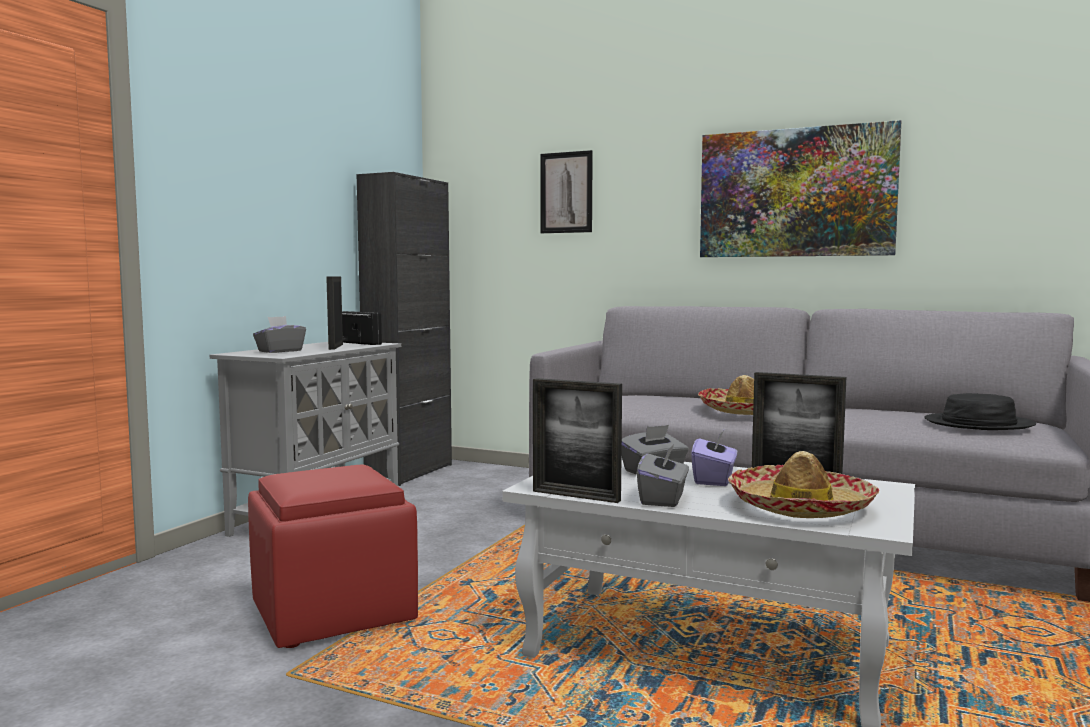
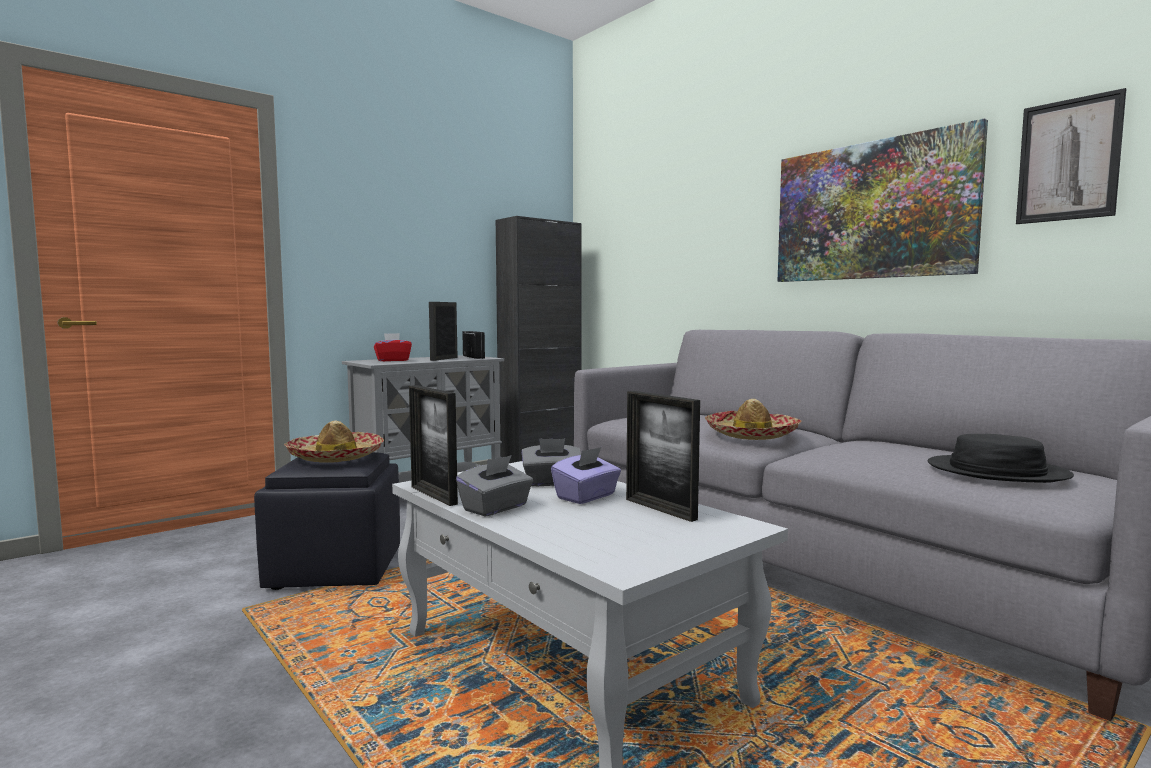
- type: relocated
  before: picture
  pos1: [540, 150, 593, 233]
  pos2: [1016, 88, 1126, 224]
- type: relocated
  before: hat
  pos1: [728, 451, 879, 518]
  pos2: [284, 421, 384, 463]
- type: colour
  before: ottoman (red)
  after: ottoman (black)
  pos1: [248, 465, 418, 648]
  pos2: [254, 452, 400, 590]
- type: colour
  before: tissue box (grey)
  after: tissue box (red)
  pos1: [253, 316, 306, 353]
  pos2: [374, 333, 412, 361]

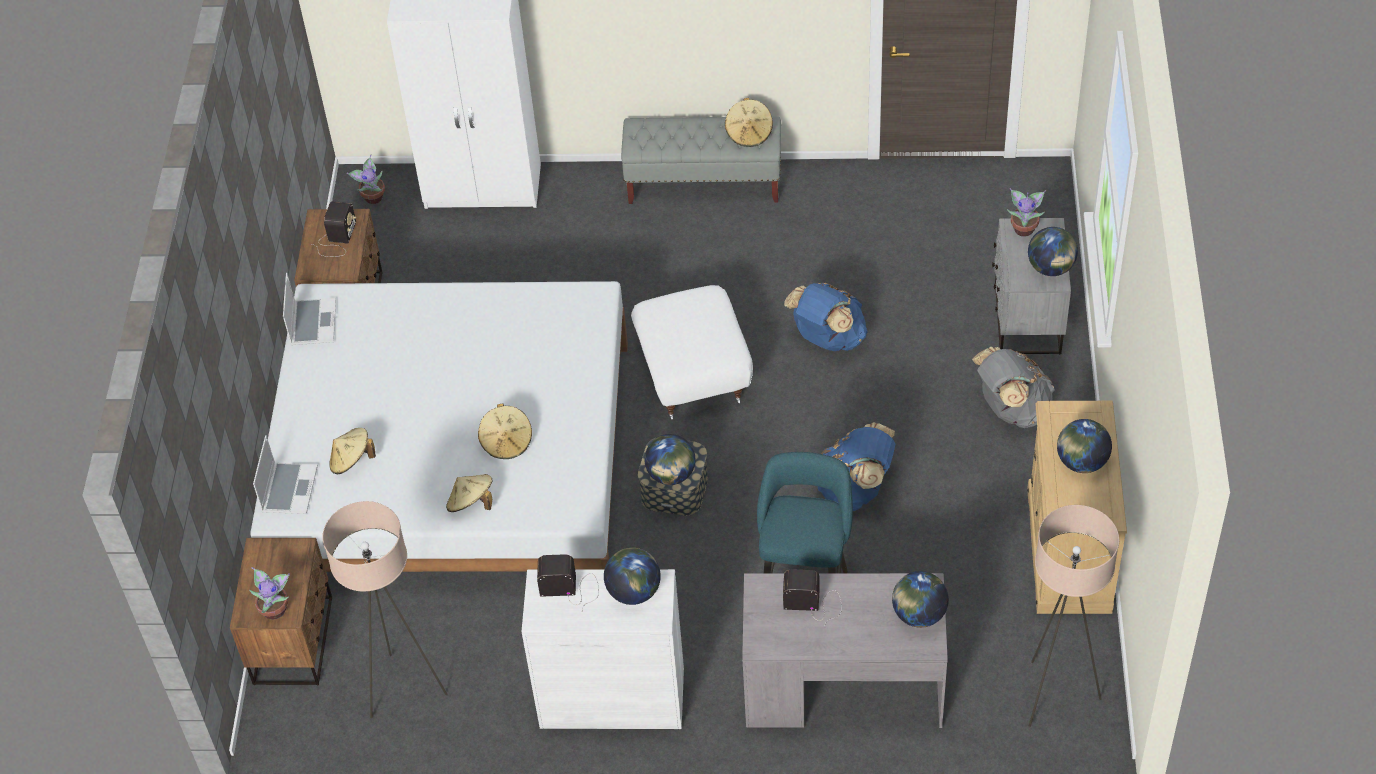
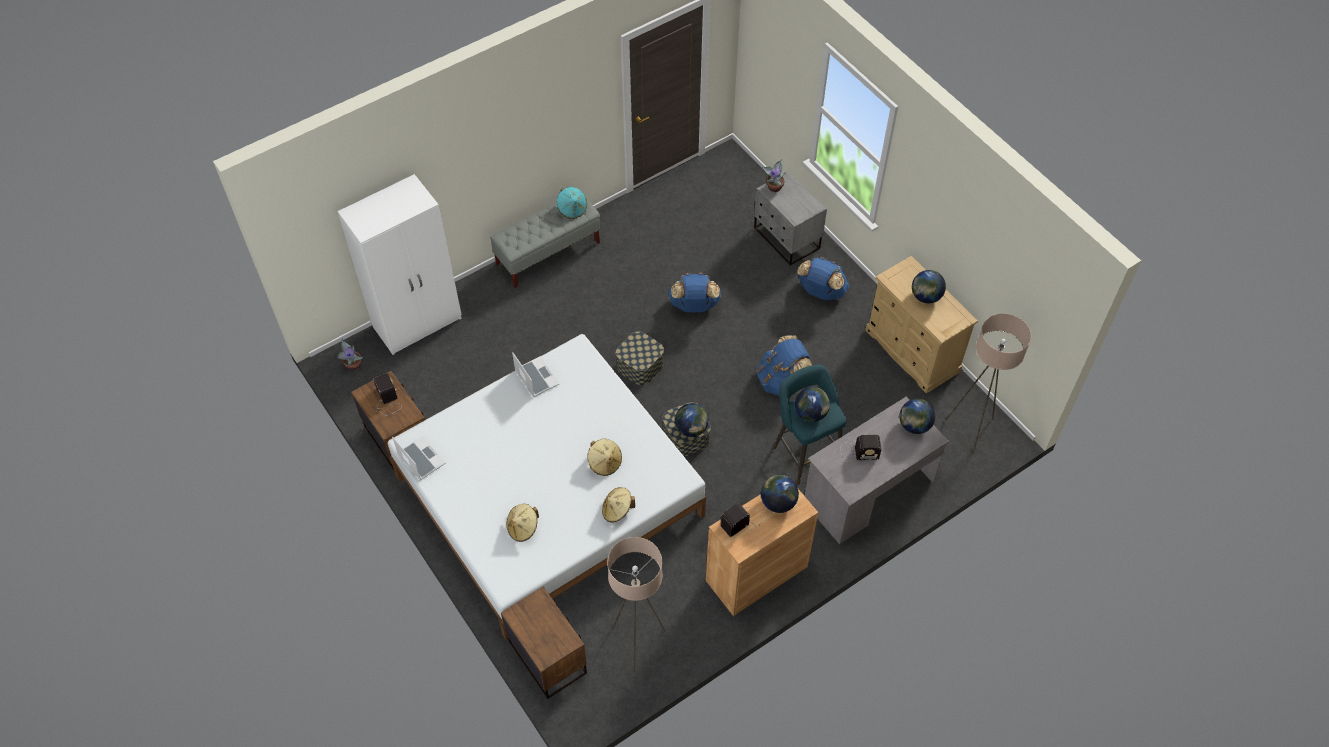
- type: missing
  before: potted plant
  pos1: [249, 567, 290, 620]
- type: relocated
  before: laptop
  pos1: [253, 435, 318, 514]
  pos2: [512, 352, 559, 397]
- type: relocated
  before: globe
  pos1: [1028, 227, 1078, 276]
  pos2: [795, 387, 830, 422]
- type: exchanged
  before: ottoman (white)
  after: storage box
  pos1: [631, 285, 753, 419]
  pos2: [616, 331, 664, 385]
- type: colour
  before: cabinet (white)
  after: cabinet (brown)
  pos1: [521, 569, 684, 729]
  pos2: [706, 489, 818, 616]
- type: colour
  before: hat (beige)
  after: hat (turquoise)
  pos1: [725, 98, 773, 147]
  pos2: [557, 187, 587, 219]
- type: colour
  before: backpack (grey)
  after: backpack (blue)
  pos1: [972, 347, 1055, 428]
  pos2: [797, 257, 849, 300]
- type: spun
  before: radio
  pos1: [783, 569, 842, 628]
  pos2: [840, 434, 881, 461]
  turn: -150

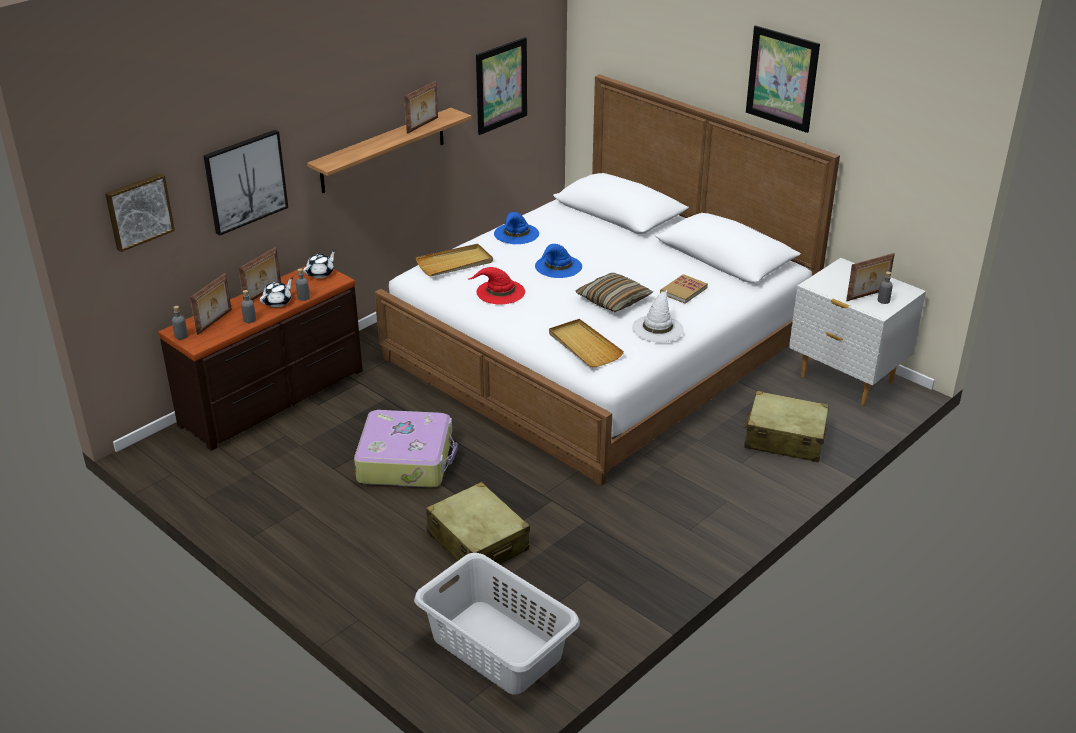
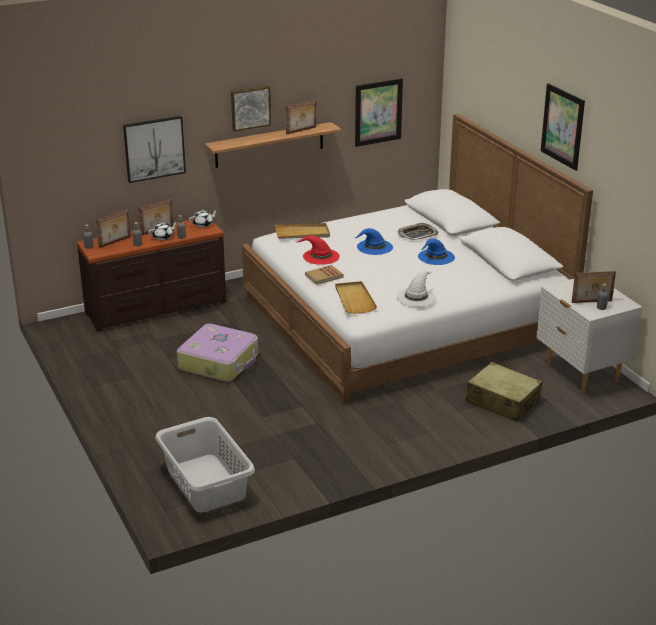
- type: missing
  before: suitcase (beige)
  pos1: [426, 482, 530, 564]
- type: missing
  before: pillow
  pos1: [575, 273, 653, 312]
- type: appeared
  after: tray
  pos2: [398, 222, 438, 241]
- type: relocated
  before: picture
  pos1: [105, 173, 175, 252]
  pos2: [231, 86, 271, 131]
- type: relocated
  before: hat (blue)
  pos1: [494, 212, 539, 244]
  pos2: [418, 238, 455, 265]
- type: relocated
  before: book
  pos1: [660, 274, 708, 304]
  pos2: [305, 265, 343, 285]

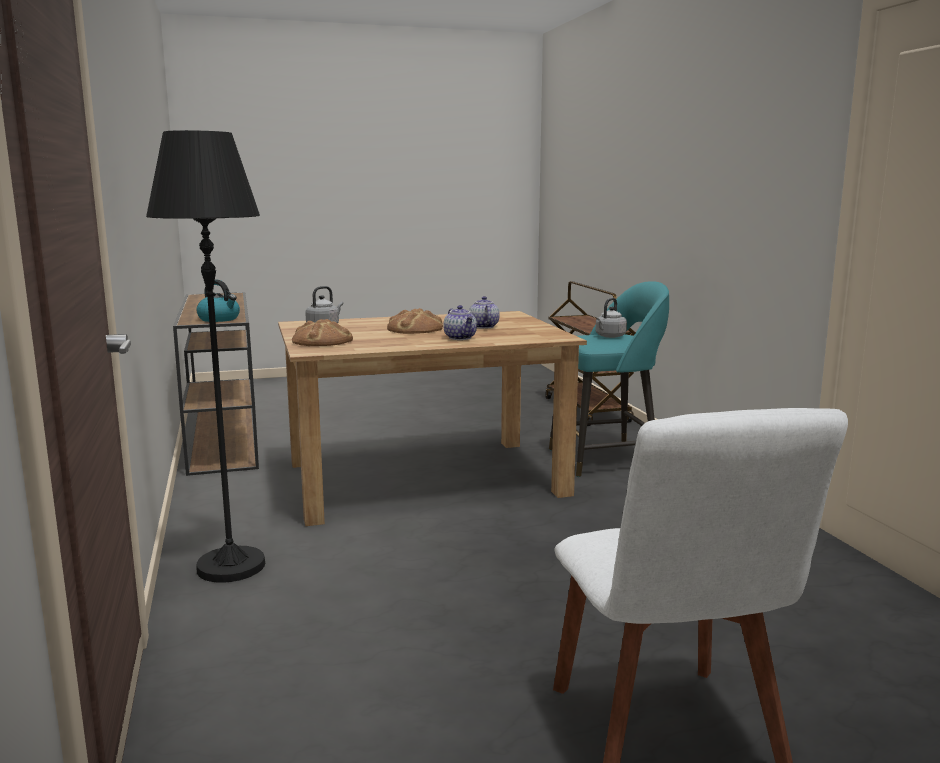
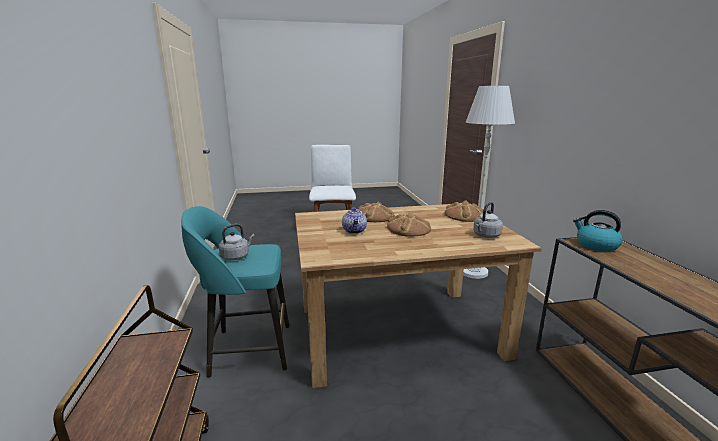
- type: exchanged
  before: teapot
  after: bread
  pos1: [443, 305, 477, 340]
  pos2: [358, 202, 395, 222]
- type: colour
  before: floor lamp (black)
  after: floor lamp (white)
  pos1: [146, 130, 265, 583]
  pos2: [463, 86, 515, 279]

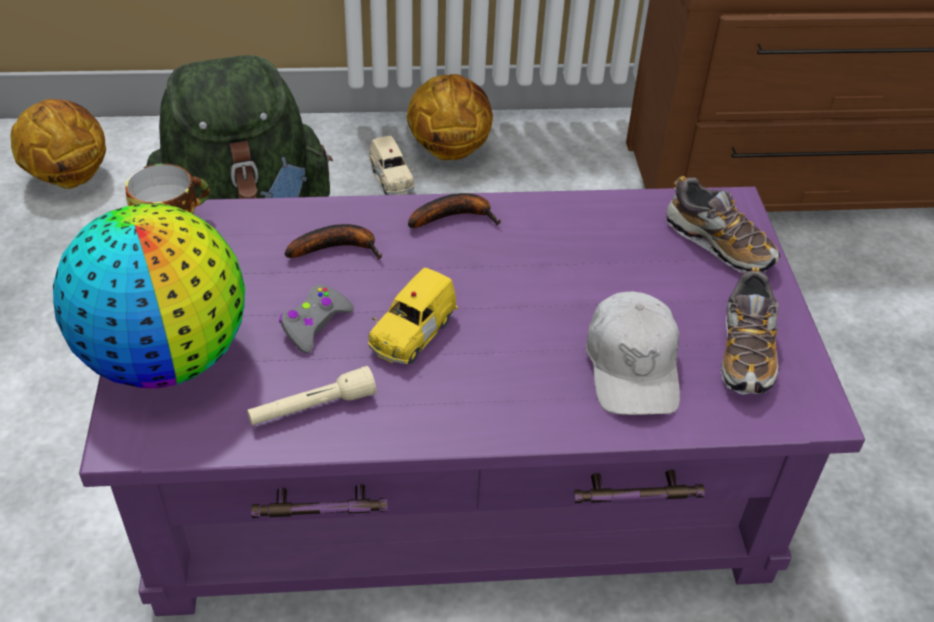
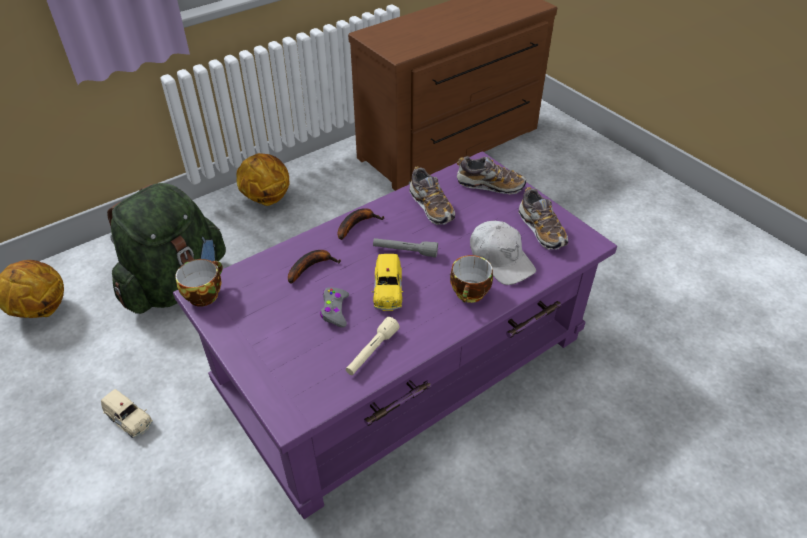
- type: missing
  before: globe
  pos1: [53, 204, 245, 388]
- type: appeared
  after: flashlight (grey)
  pos2: [373, 238, 438, 257]
- type: appeared
  after: shoe
  pos2: [409, 166, 455, 225]
- type: appeared
  after: cup
  pos2: [450, 255, 493, 303]
- type: relocated
  before: toy car (beige)
  pos1: [368, 136, 415, 195]
  pos2: [101, 389, 153, 438]

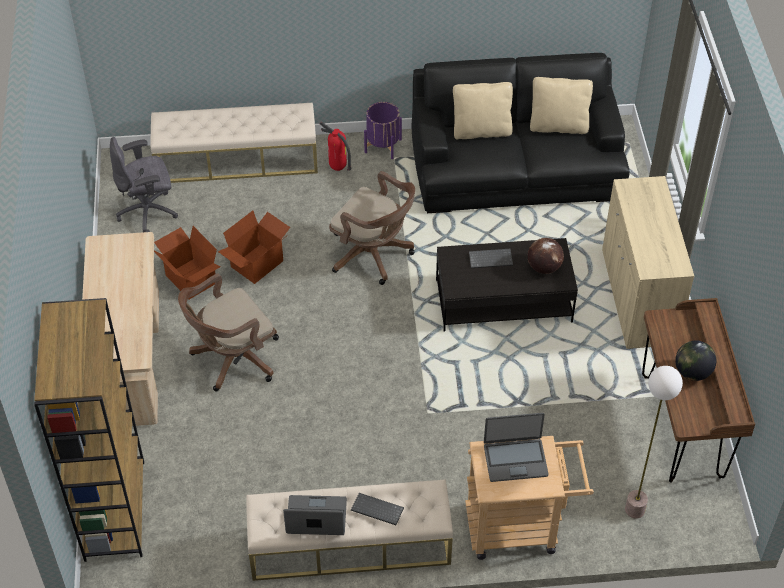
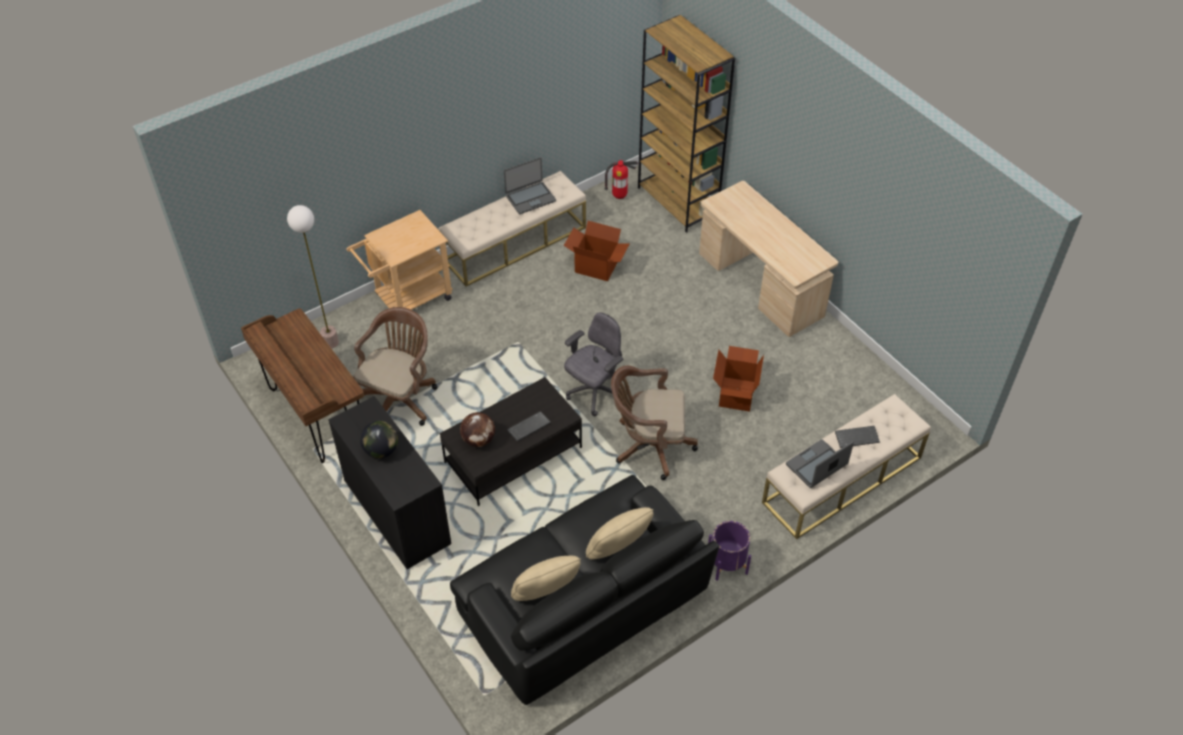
- type: relocated
  before: office chair (grey)
  pos1: [110, 137, 178, 232]
  pos2: [564, 312, 623, 416]
- type: relocated
  before: cardboard box
  pos1: [154, 226, 221, 299]
  pos2: [564, 221, 630, 281]
- type: relocated
  before: office chair (brown)
  pos1: [178, 273, 279, 391]
  pos2: [353, 307, 437, 426]
- type: relocated
  before: fire extinguisher
  pos1: [319, 121, 352, 171]
  pos2: [605, 160, 638, 199]
- type: relocated
  before: keyboard
  pos1: [351, 493, 404, 525]
  pos2: [835, 426, 880, 448]
- type: relocated
  before: laptop
  pos1: [484, 413, 549, 482]
  pos2: [786, 439, 854, 488]
- type: relocated
  before: globe
  pos1: [675, 340, 716, 381]
  pos2: [360, 421, 398, 458]
- type: colour
  before: cabinet (beige)
  after: cabinet (black)
  pos1: [602, 176, 694, 349]
  pos2: [328, 396, 451, 570]

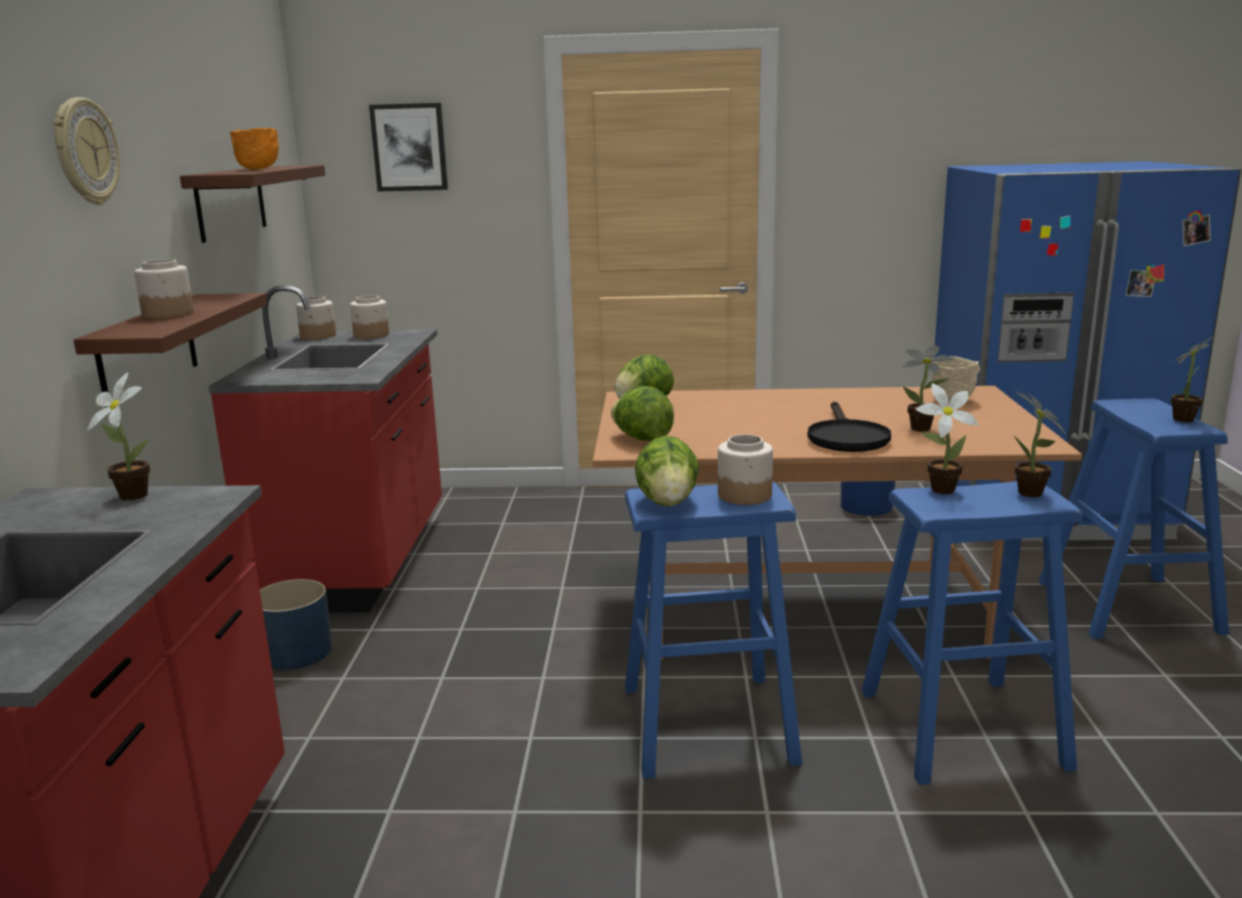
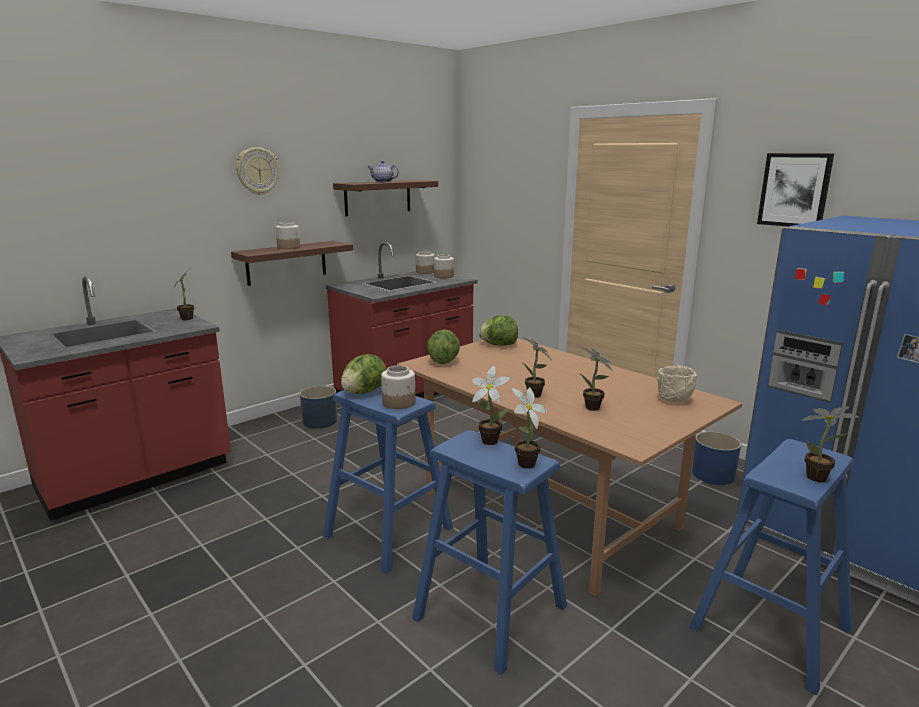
- type: relocated
  before: picture
  pos1: [369, 103, 448, 191]
  pos2: [757, 153, 834, 227]
- type: exchanged
  before: bowl (orange)
  after: teapot
  pos1: [230, 128, 279, 170]
  pos2: [367, 161, 399, 182]
- type: exchanged
  before: frying pan (black)
  after: potted plant
  pos1: [807, 402, 891, 452]
  pos2: [522, 337, 551, 398]

